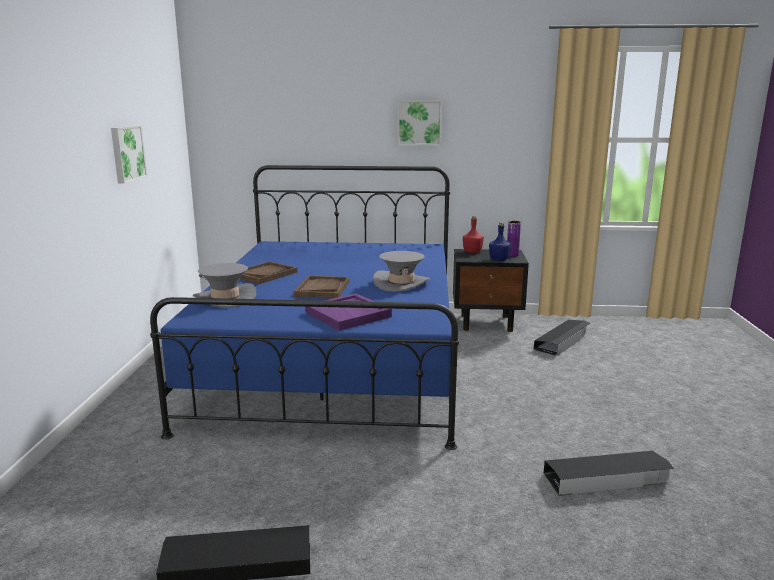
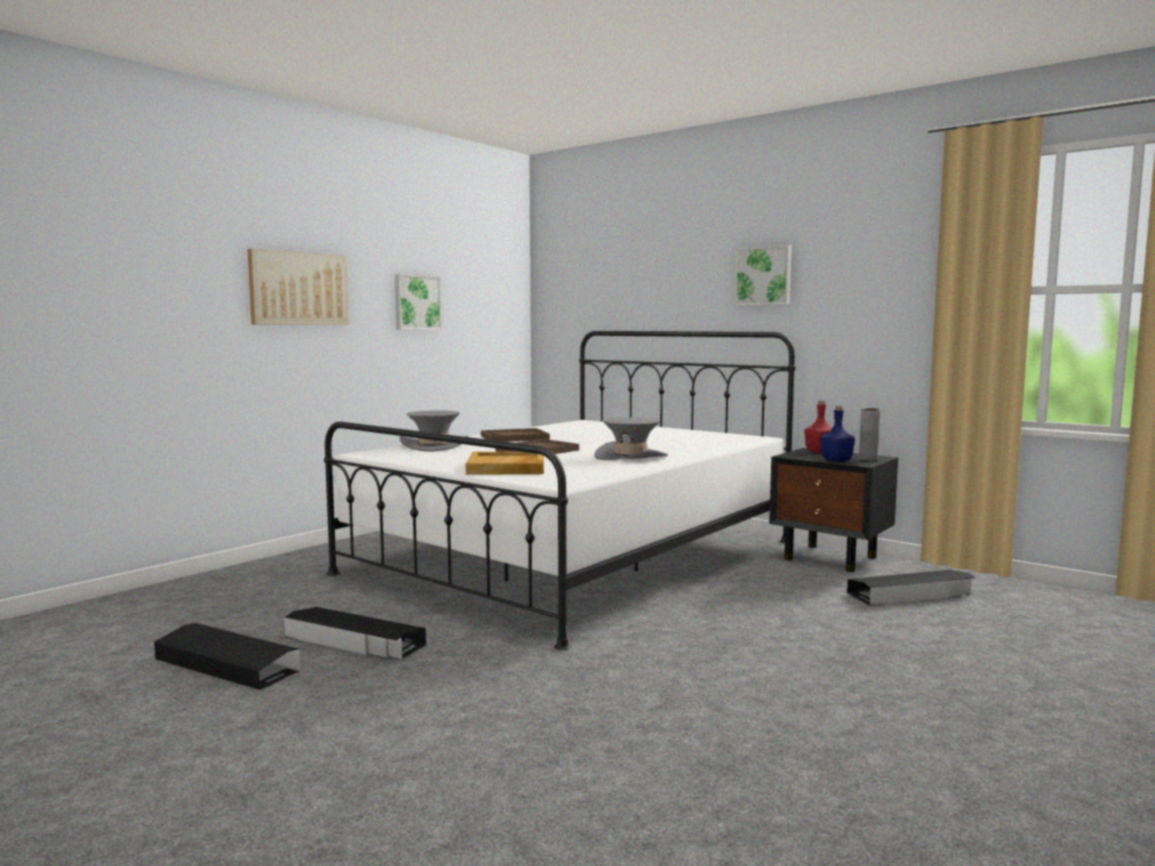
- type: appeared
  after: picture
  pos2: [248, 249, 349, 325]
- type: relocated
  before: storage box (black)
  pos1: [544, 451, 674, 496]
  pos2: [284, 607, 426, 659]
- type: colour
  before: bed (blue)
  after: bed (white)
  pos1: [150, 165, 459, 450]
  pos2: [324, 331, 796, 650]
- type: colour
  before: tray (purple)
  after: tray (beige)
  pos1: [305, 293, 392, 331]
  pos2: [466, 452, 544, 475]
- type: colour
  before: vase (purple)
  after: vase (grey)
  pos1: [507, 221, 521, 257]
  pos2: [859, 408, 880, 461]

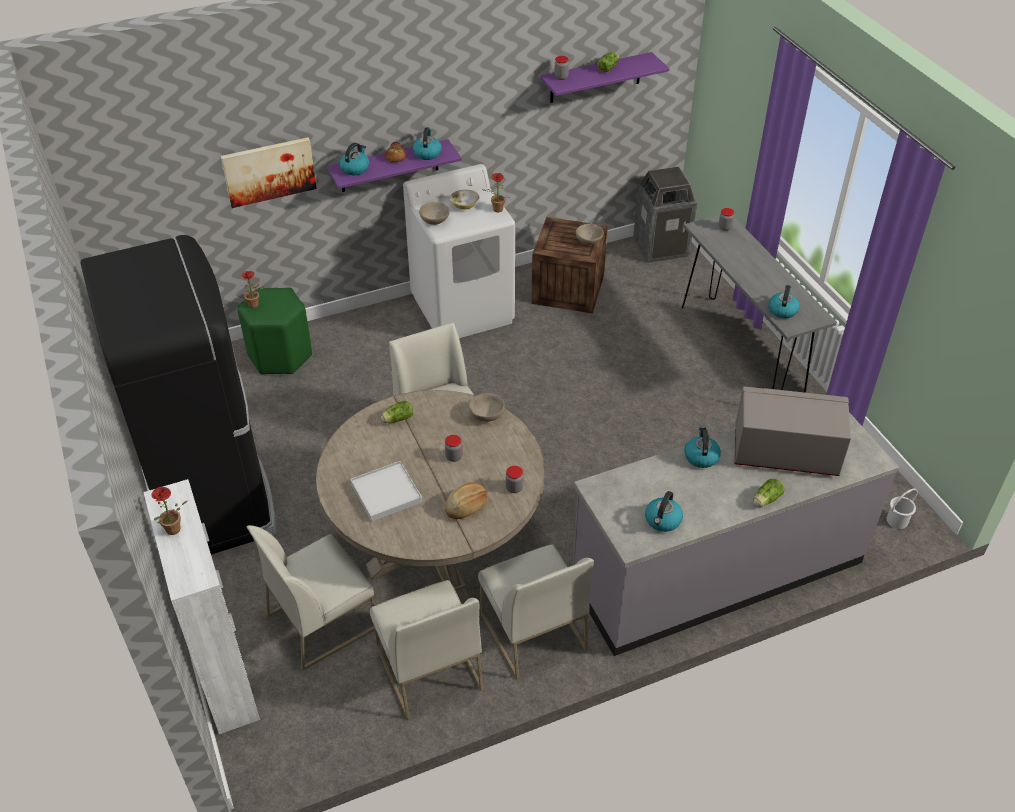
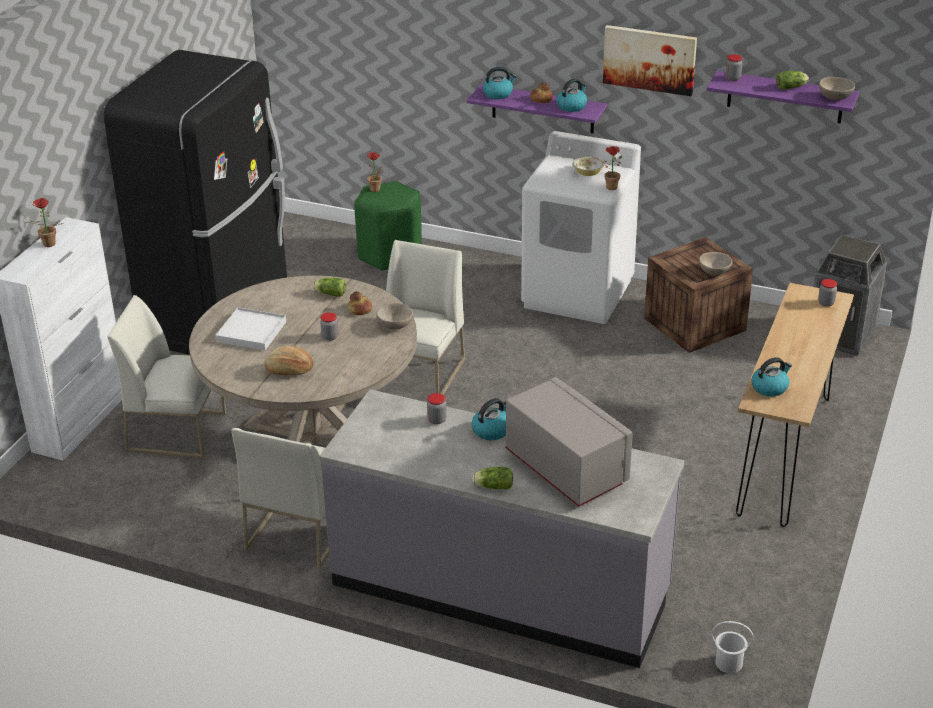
- type: missing
  before: chair (white)
  pos1: [370, 580, 483, 720]
- type: missing
  before: kettle
  pos1: [645, 491, 683, 532]
- type: appeared
  after: bread
  pos2: [348, 291, 372, 315]
- type: relocated
  before: picture
  pos1: [221, 137, 317, 208]
  pos2: [603, 25, 697, 96]
- type: relocated
  before: bowl (beige)
  pos1: [419, 202, 450, 225]
  pos2: [819, 77, 855, 100]
- type: relocated
  before: jar
  pos1: [506, 466, 523, 493]
  pos2: [427, 393, 447, 424]
- type: colour
  before: console table (grey)
  after: console table (brown)
  pos1: [681, 215, 837, 393]
  pos2: [736, 283, 854, 527]

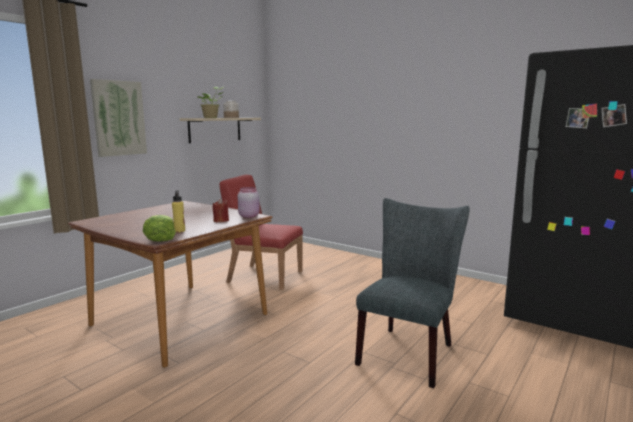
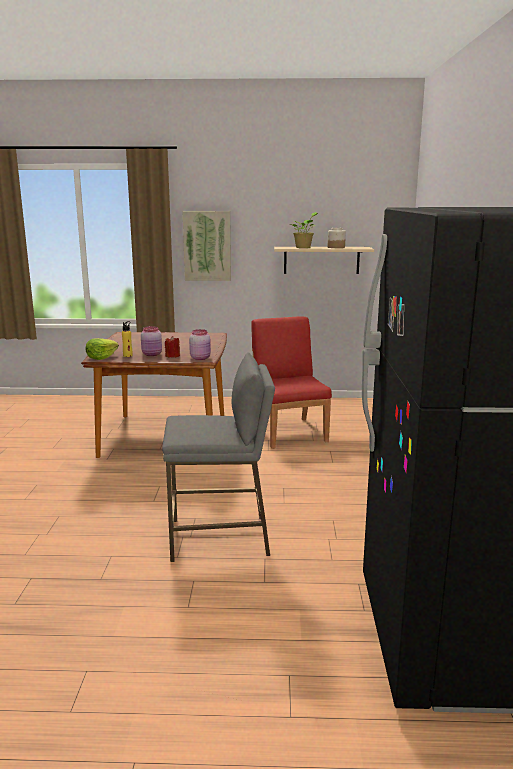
- type: appeared
  after: jar (pink)
  pos2: [141, 326, 162, 356]
- type: exchanged
  before: chair (grey)
  after: stool (grey)
  pos1: [355, 198, 470, 388]
  pos2: [162, 352, 275, 562]

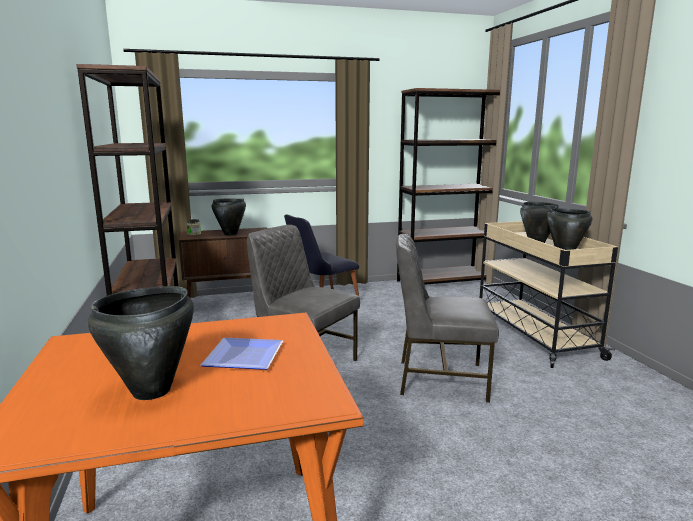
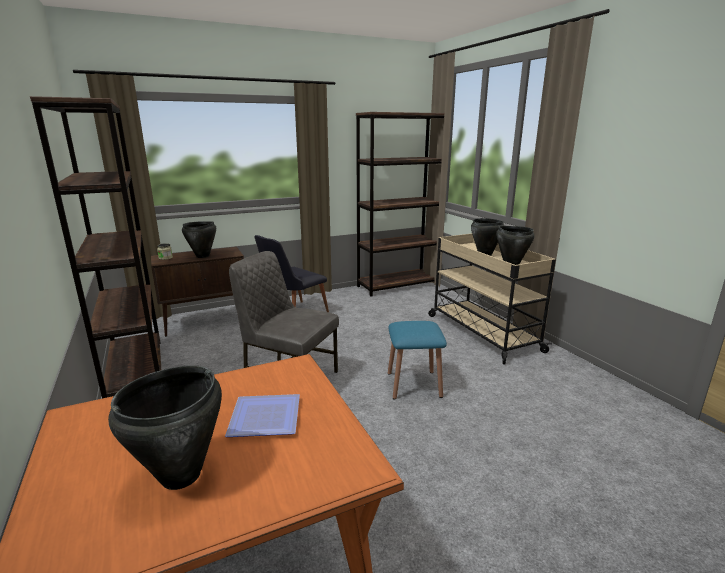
- type: exchanged
  before: chair (grey)
  after: stool (blue)
  pos1: [396, 234, 499, 403]
  pos2: [388, 321, 447, 400]

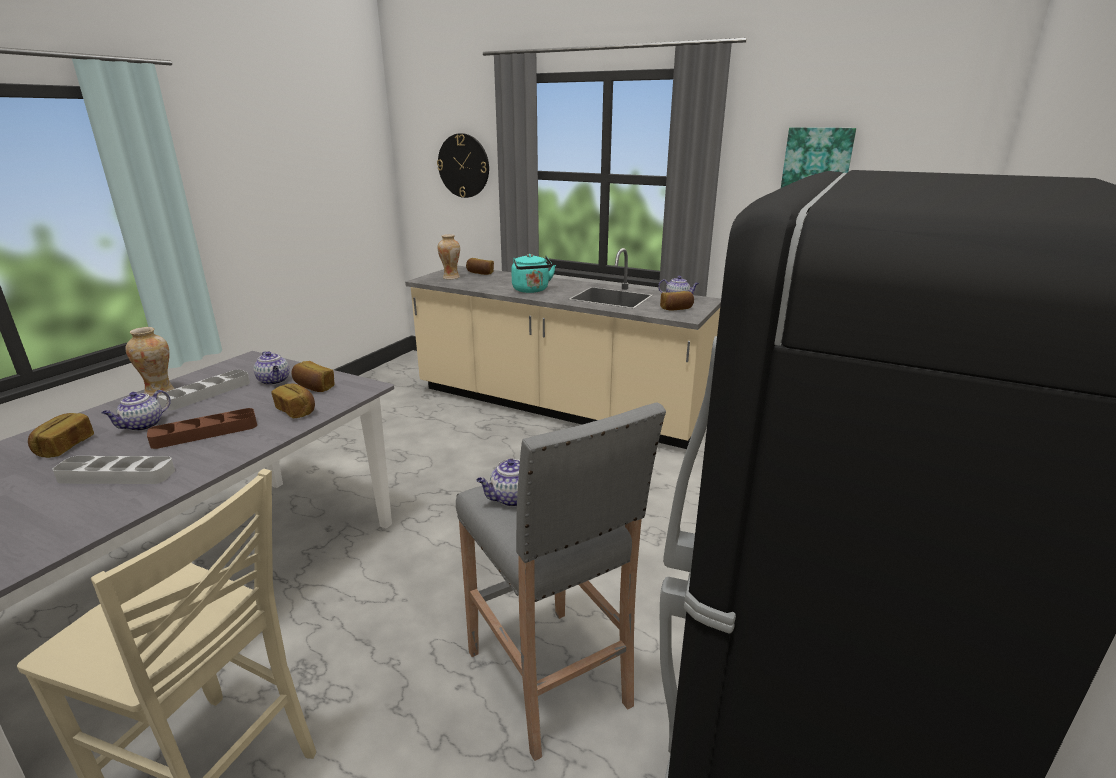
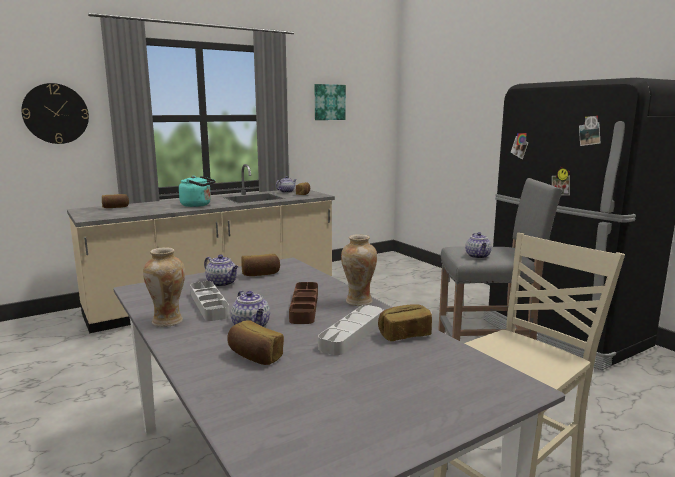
- type: relocated
  before: bread
  pos1: [271, 384, 315, 418]
  pos2: [378, 304, 432, 341]
- type: relocated
  before: vase
  pos1: [438, 234, 460, 279]
  pos2: [341, 234, 377, 306]
- type: spun
  before: teapot
  pos1: [254, 351, 290, 385]
  pos2: [204, 254, 238, 287]
  turn: 45

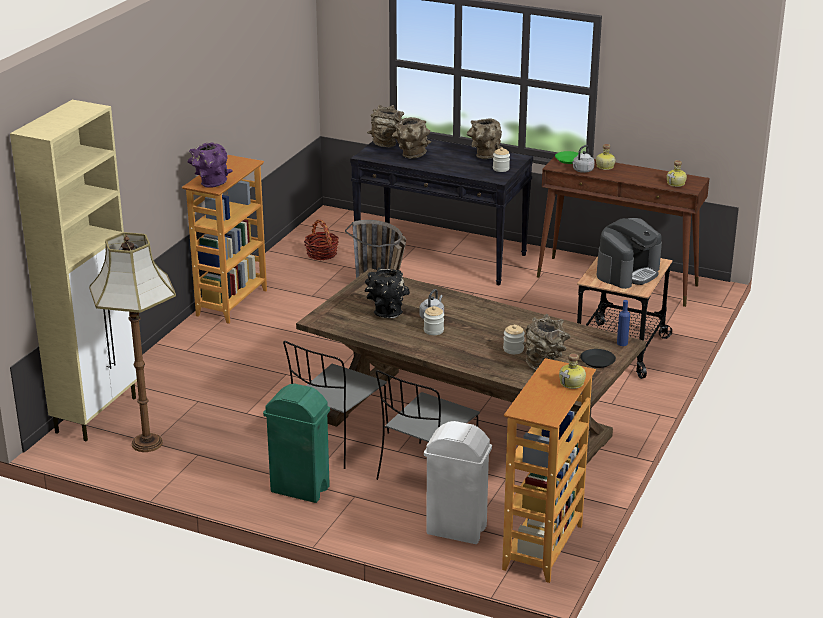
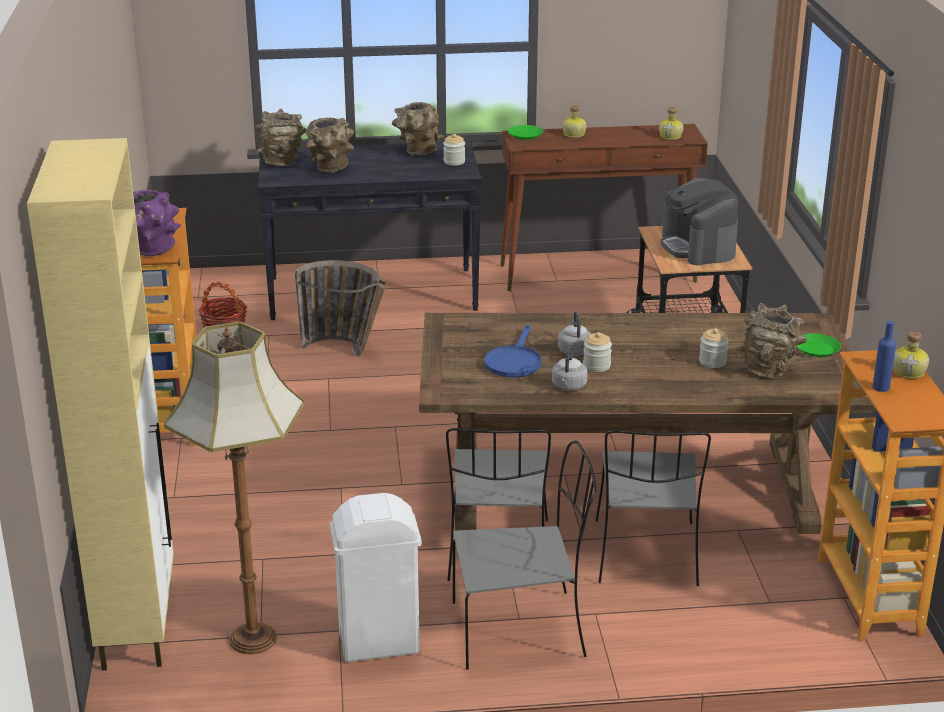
- type: relocated
  before: trash can (white)
  pos1: [424, 421, 492, 544]
  pos2: [330, 493, 422, 662]
- type: relocated
  before: kettle (grey)
  pos1: [572, 145, 595, 173]
  pos2: [552, 344, 588, 391]
- type: relocated
  before: bottle (blue)
  pos1: [617, 300, 630, 346]
  pos2: [872, 321, 896, 392]
- type: exchanged
  before: trash can (green)
  after: chair (grey)
  pos1: [263, 384, 330, 503]
  pos2: [453, 441, 597, 670]
- type: exchanged
  before: vase (black)
  after: frying pan (blue)
  pos1: [365, 268, 410, 318]
  pos2: [484, 324, 541, 378]
- type: colour
  before: plate (black)
  after: plate (green)
  pos1: [580, 349, 616, 368]
  pos2: [796, 334, 841, 357]
- type: spun
  before: coffee machine
  pos1: [597, 218, 662, 289]
  pos2: [660, 178, 738, 265]
  turn: 150

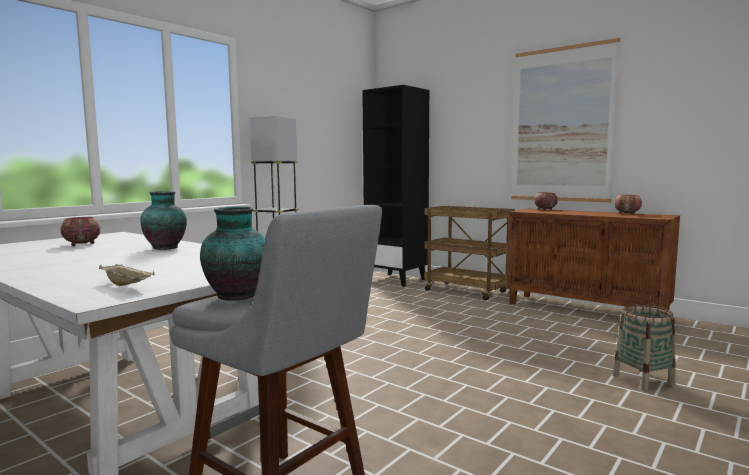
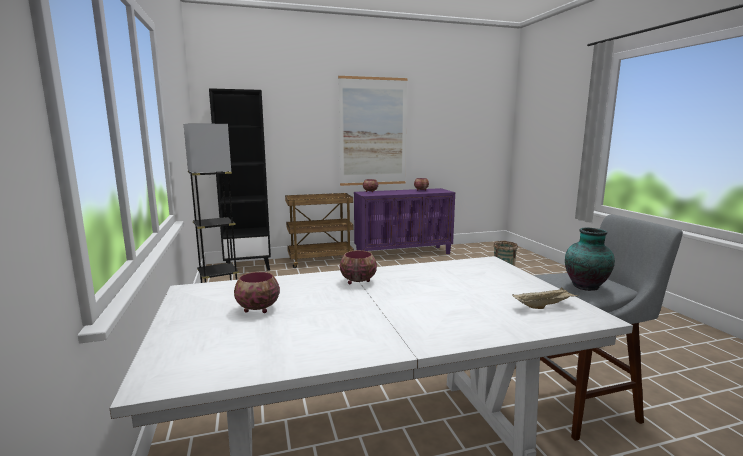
- type: exchanged
  before: vase
  after: bowl
  pos1: [141, 191, 187, 250]
  pos2: [340, 250, 377, 284]
- type: colour
  before: cabinet (brown)
  after: cabinet (purple)
  pos1: [506, 209, 680, 310]
  pos2: [354, 188, 455, 254]

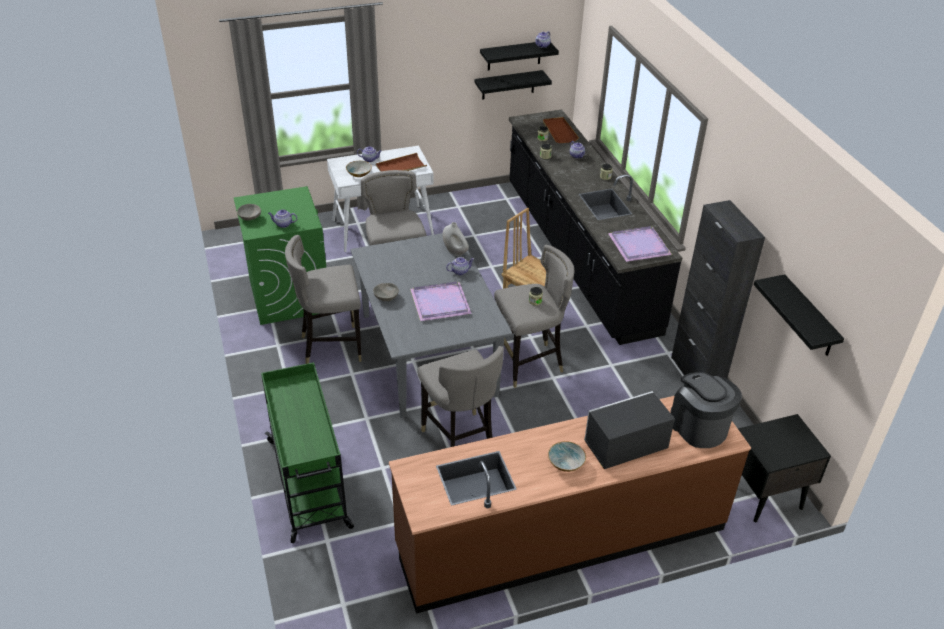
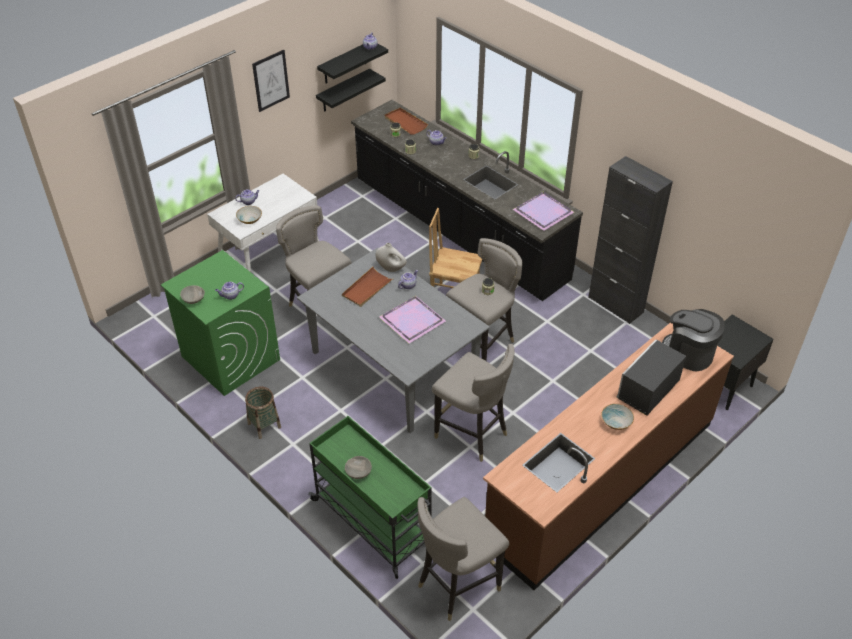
- type: missing
  before: shelf (black)
  pos1: [754, 274, 844, 356]
- type: appeared
  after: basket
  pos2: [245, 387, 281, 439]
- type: appeared
  after: picture
  pos2: [252, 50, 290, 112]
- type: relocated
  before: stool (grey)
  pos1: [285, 235, 362, 364]
  pos2: [417, 497, 509, 621]
- type: relocated
  before: bowl (grey)
  pos1: [373, 283, 399, 301]
  pos2: [345, 456, 372, 479]
- type: relocated
  before: tray (brown)
  pos1: [376, 153, 427, 172]
  pos2: [342, 267, 394, 307]

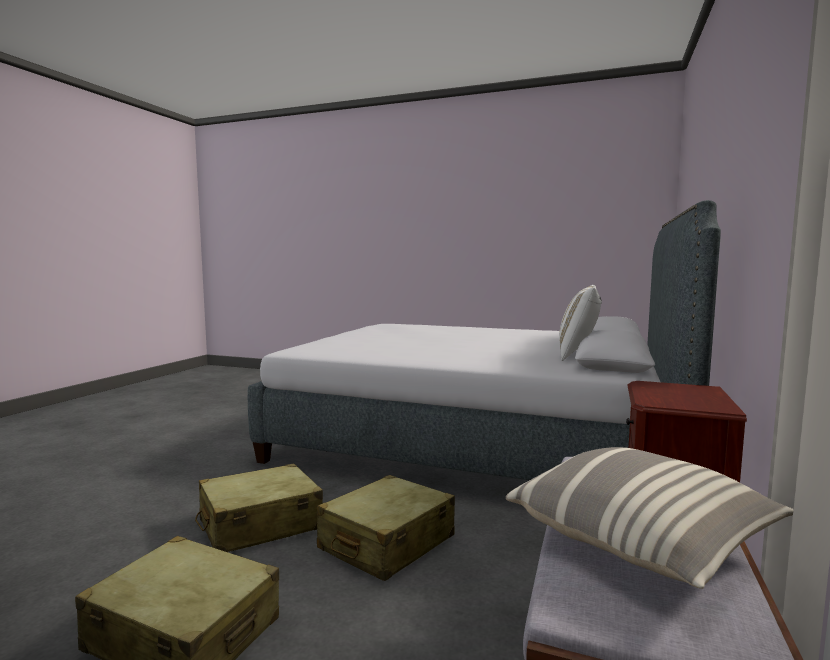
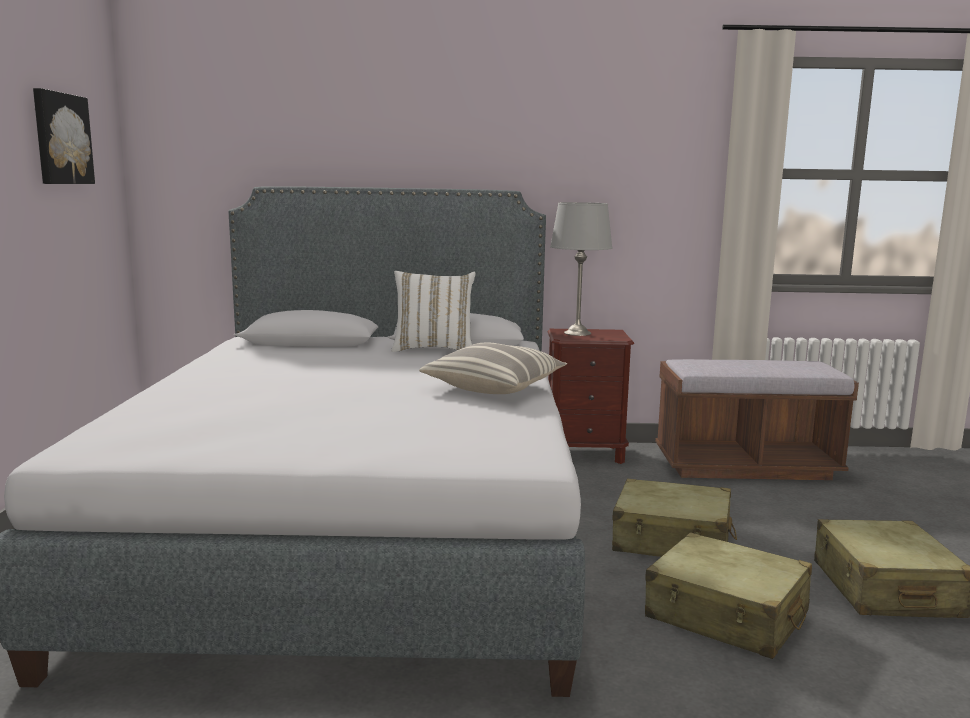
- type: appeared
  after: picture
  pos2: [33, 88, 95, 184]
- type: appeared
  after: table lamp (grey)
  pos2: [550, 202, 613, 336]
- type: relocated
  before: pillow
  pos1: [506, 447, 793, 589]
  pos2: [419, 343, 567, 394]

